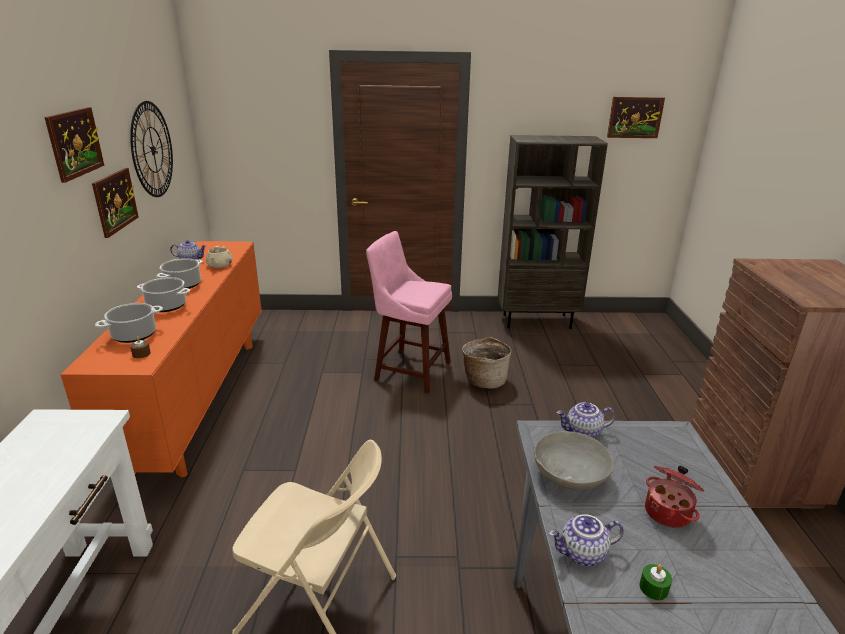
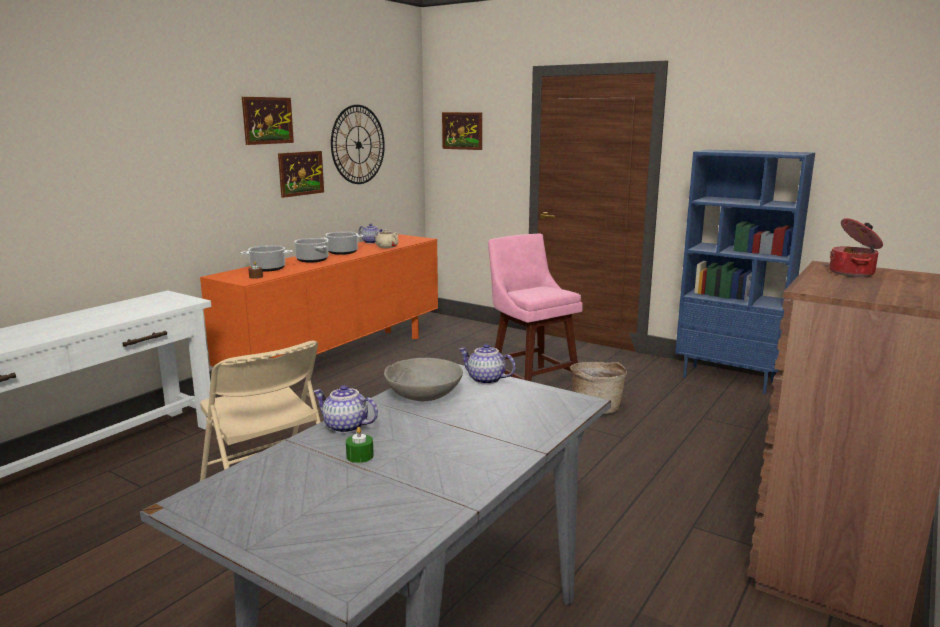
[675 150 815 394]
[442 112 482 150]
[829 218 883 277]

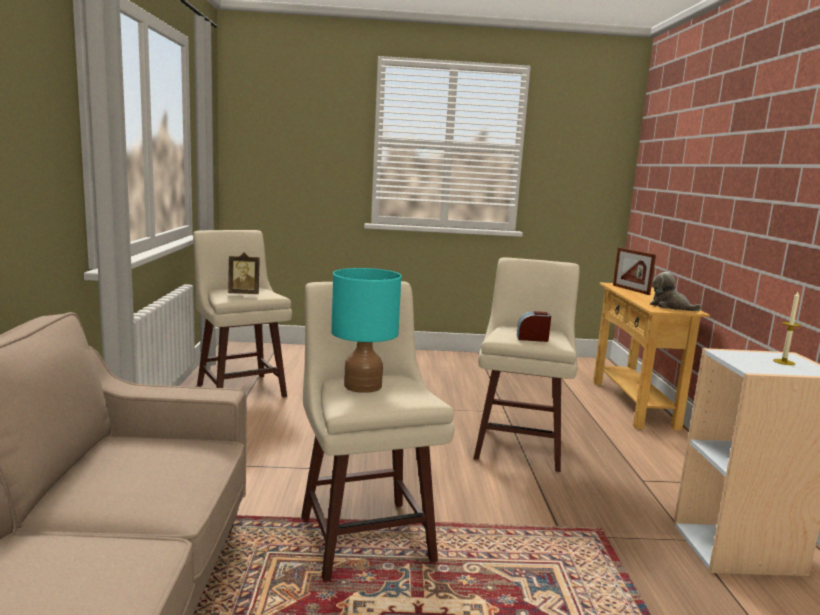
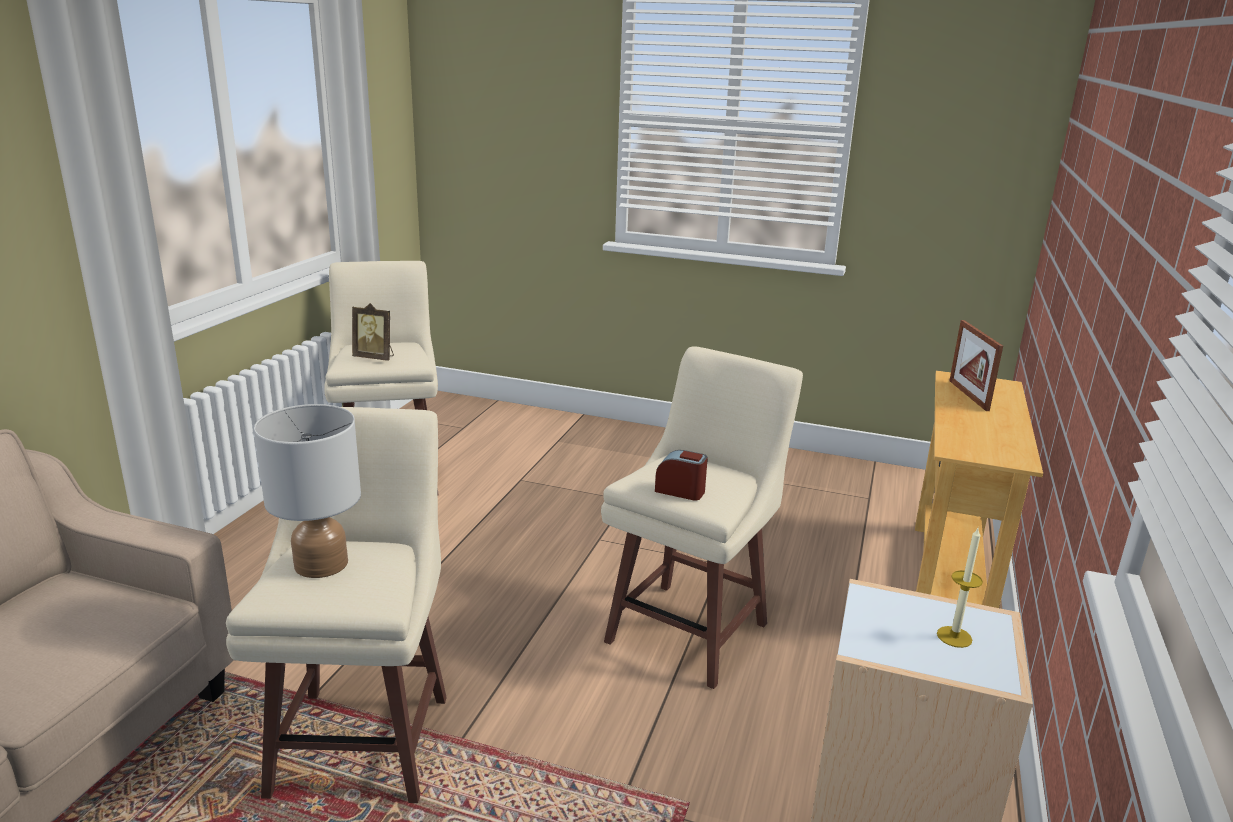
[254 404 361 578]
[650 272 702 311] (first image)

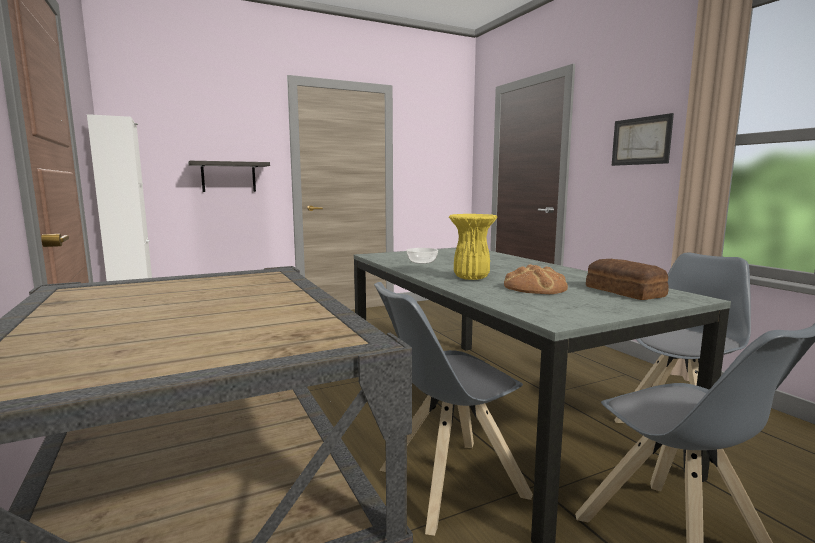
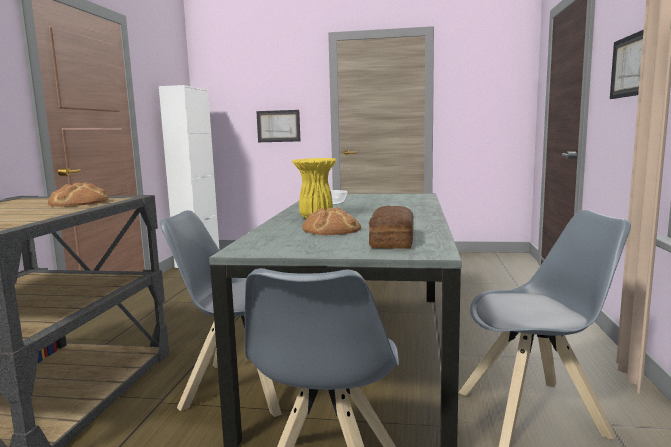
[256 110 300 142]
[48 182 109 207]

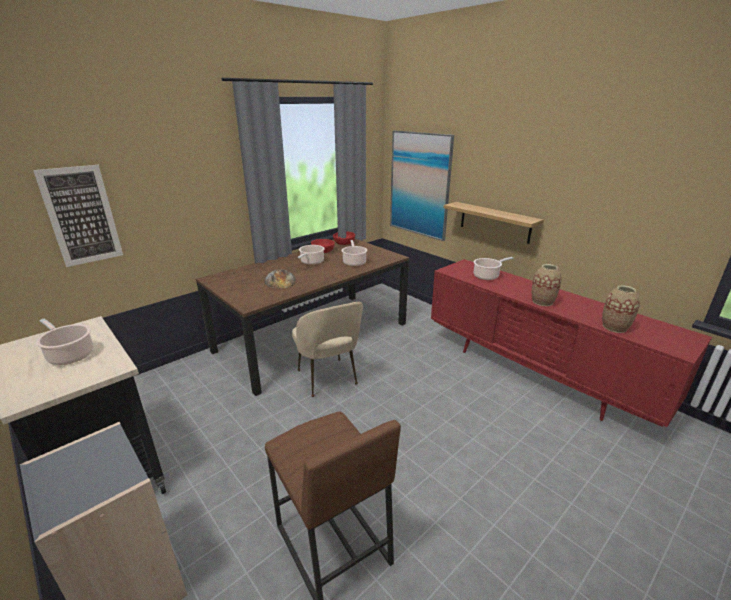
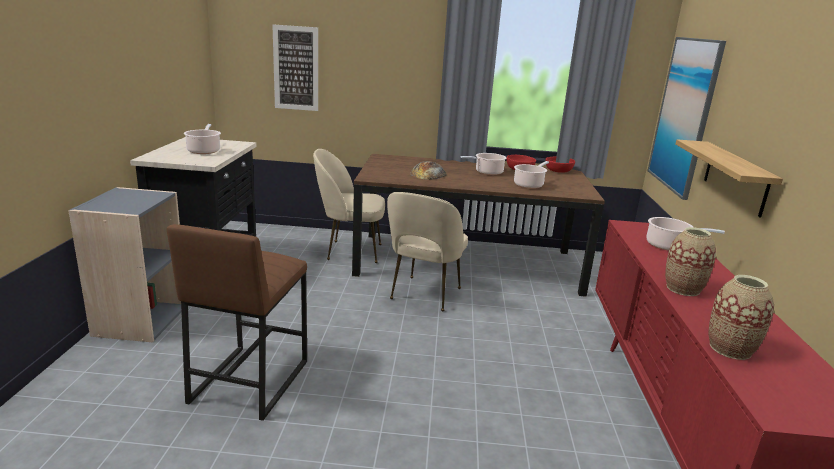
[313 149 385 263]

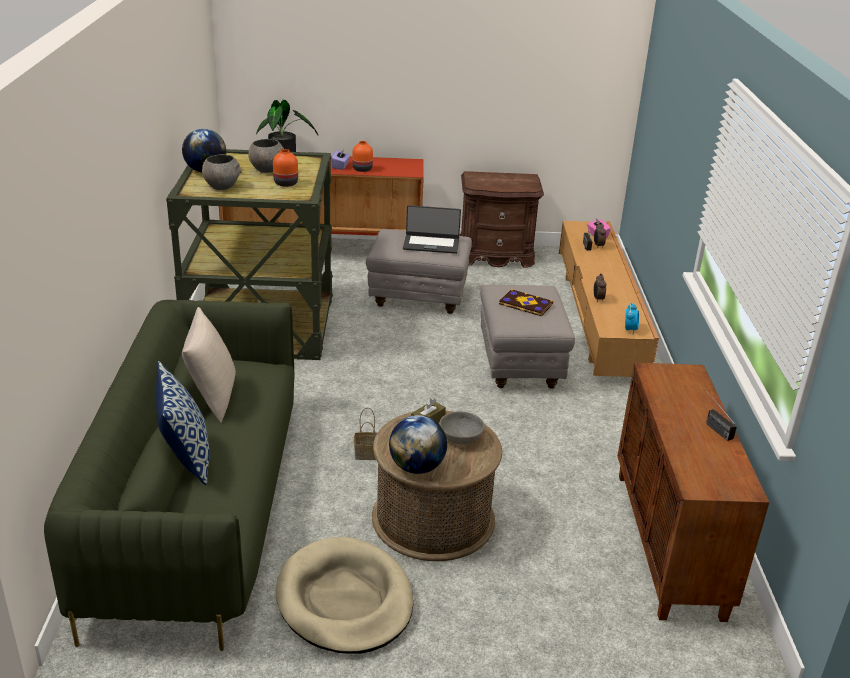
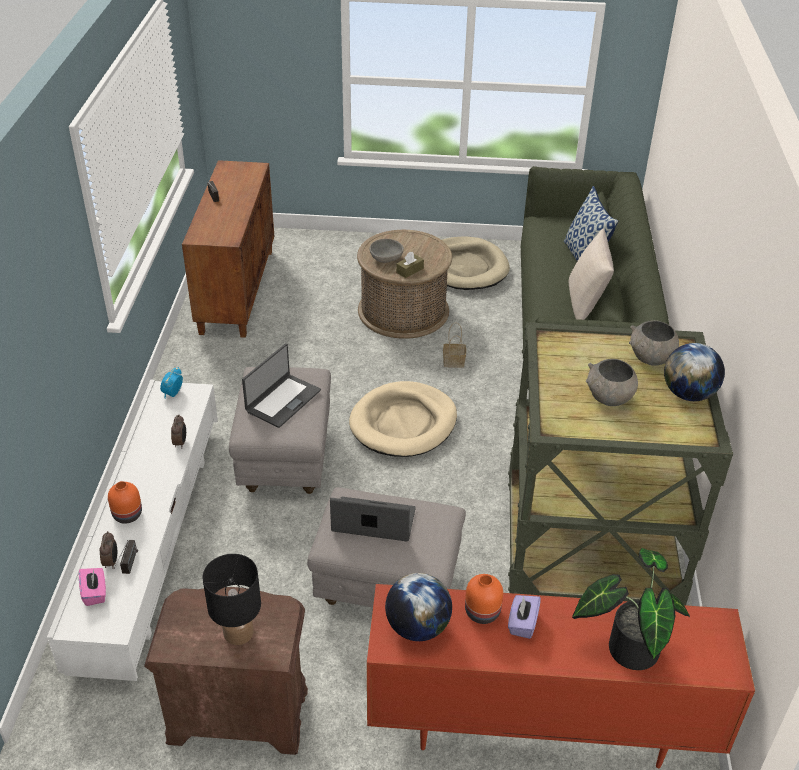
[108 481 142 524]
[385 573 452 641]
[242 343 321 428]
[47 379 218 681]
[202 554 261 645]
[349 381 457 457]

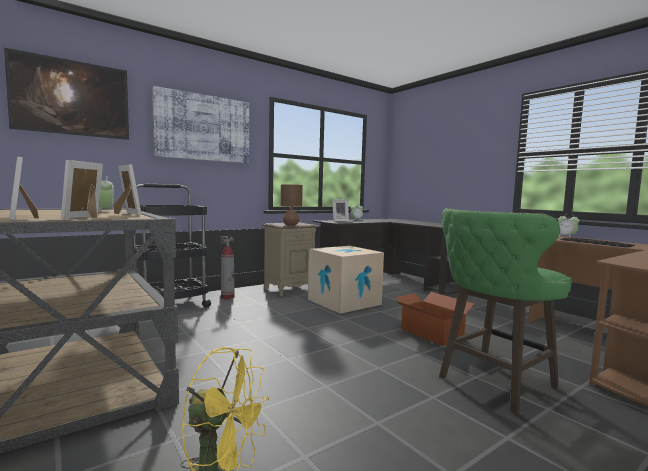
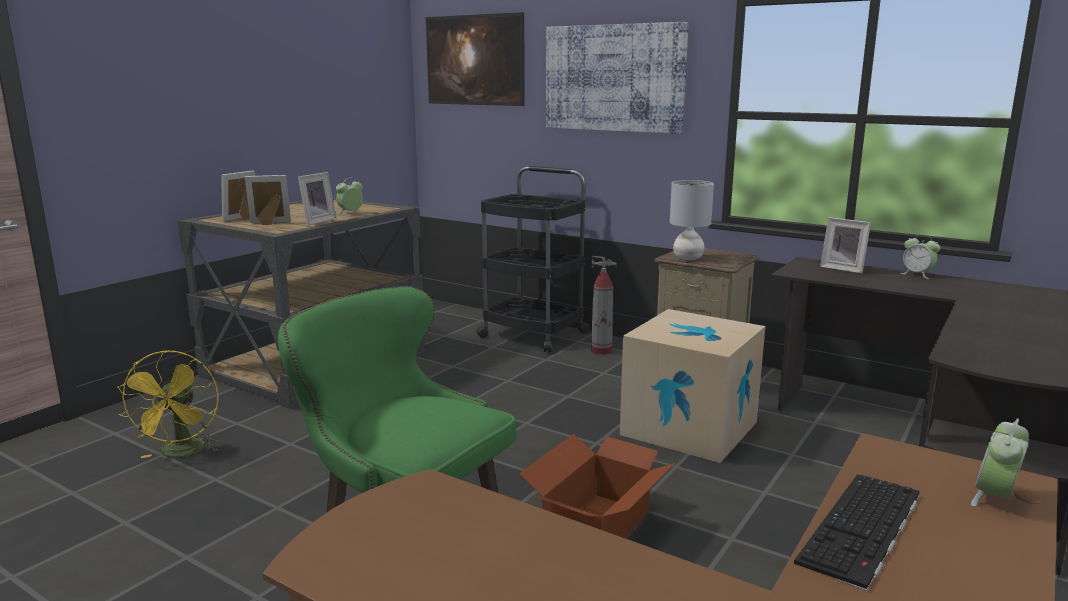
[670 180 714 260]

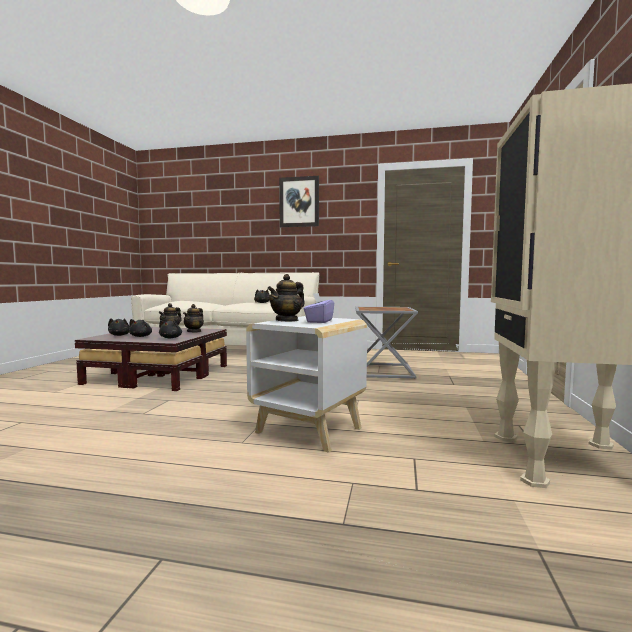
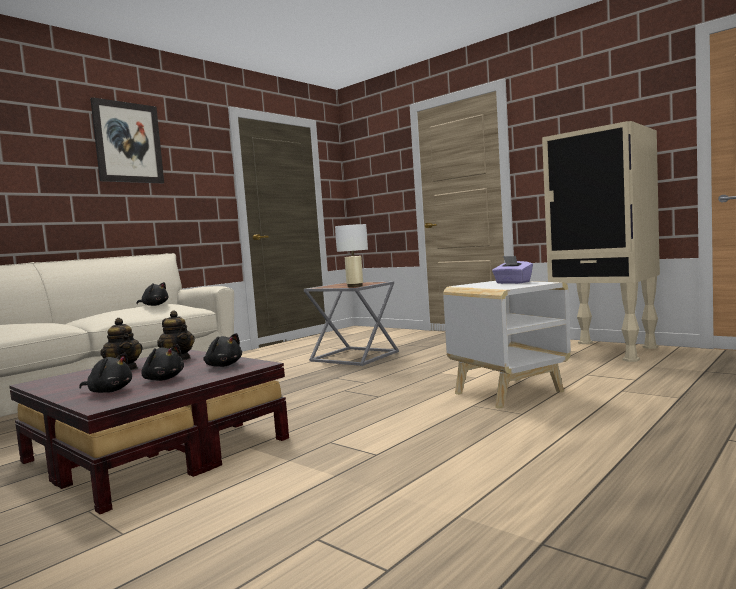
[267 274 305 322] (first image)
[335 224 368 287]

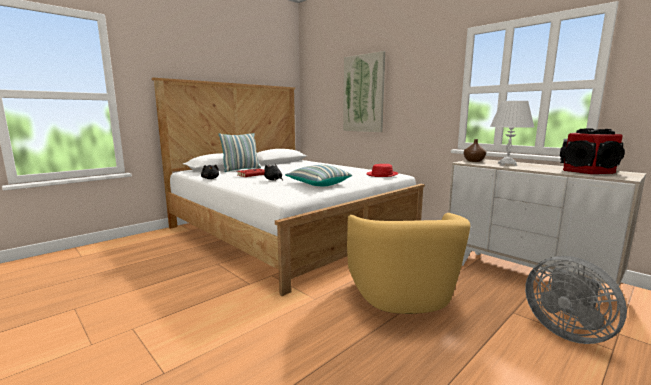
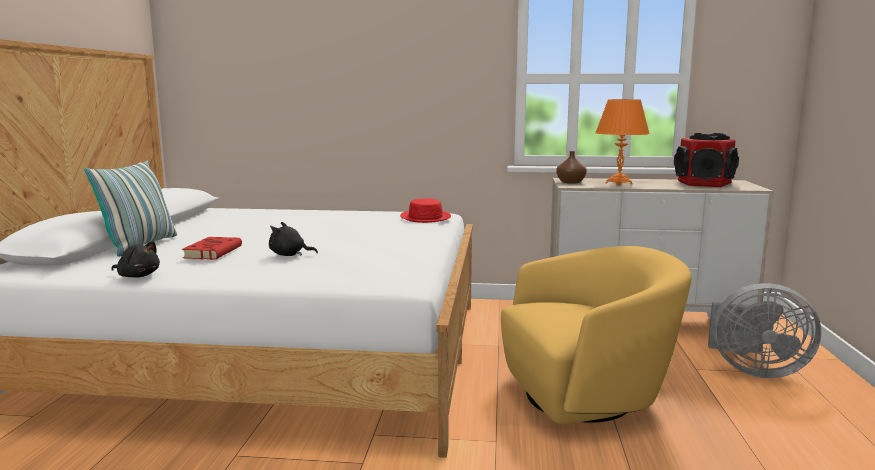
[285 165 352 186] (first image)
[343 51 385 132] (first image)
[501 246 692 424]
[595 99 650 186]

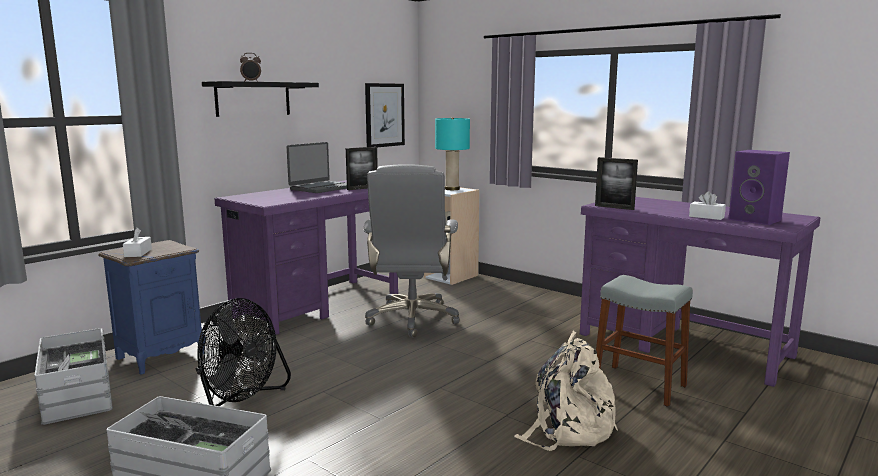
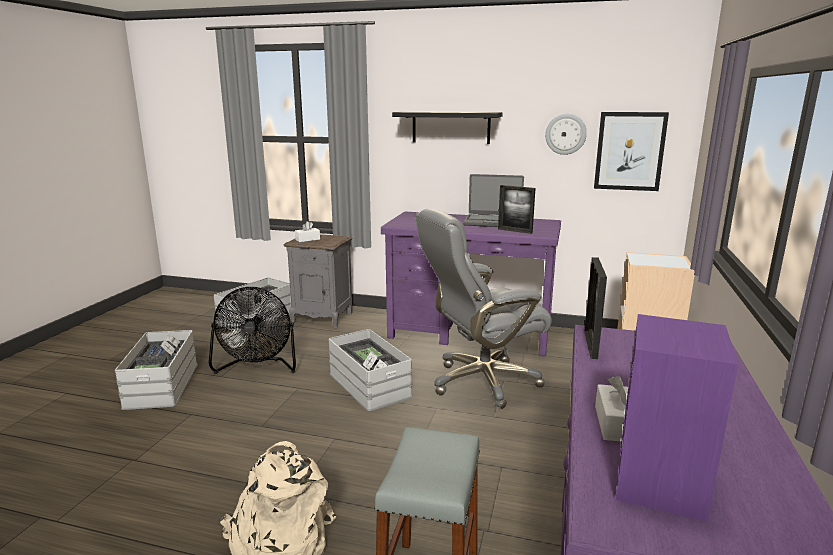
[283 234 353 328]
[240 53 261 82] (first image)
[435 118 470 190] (first image)
[329 329 412 411]
[545 114 587 155]

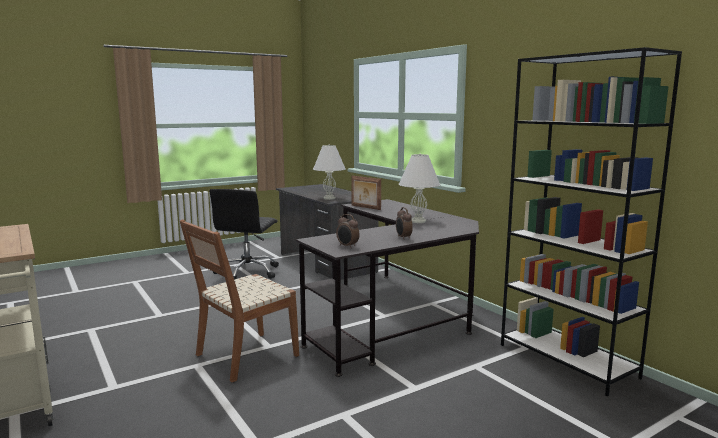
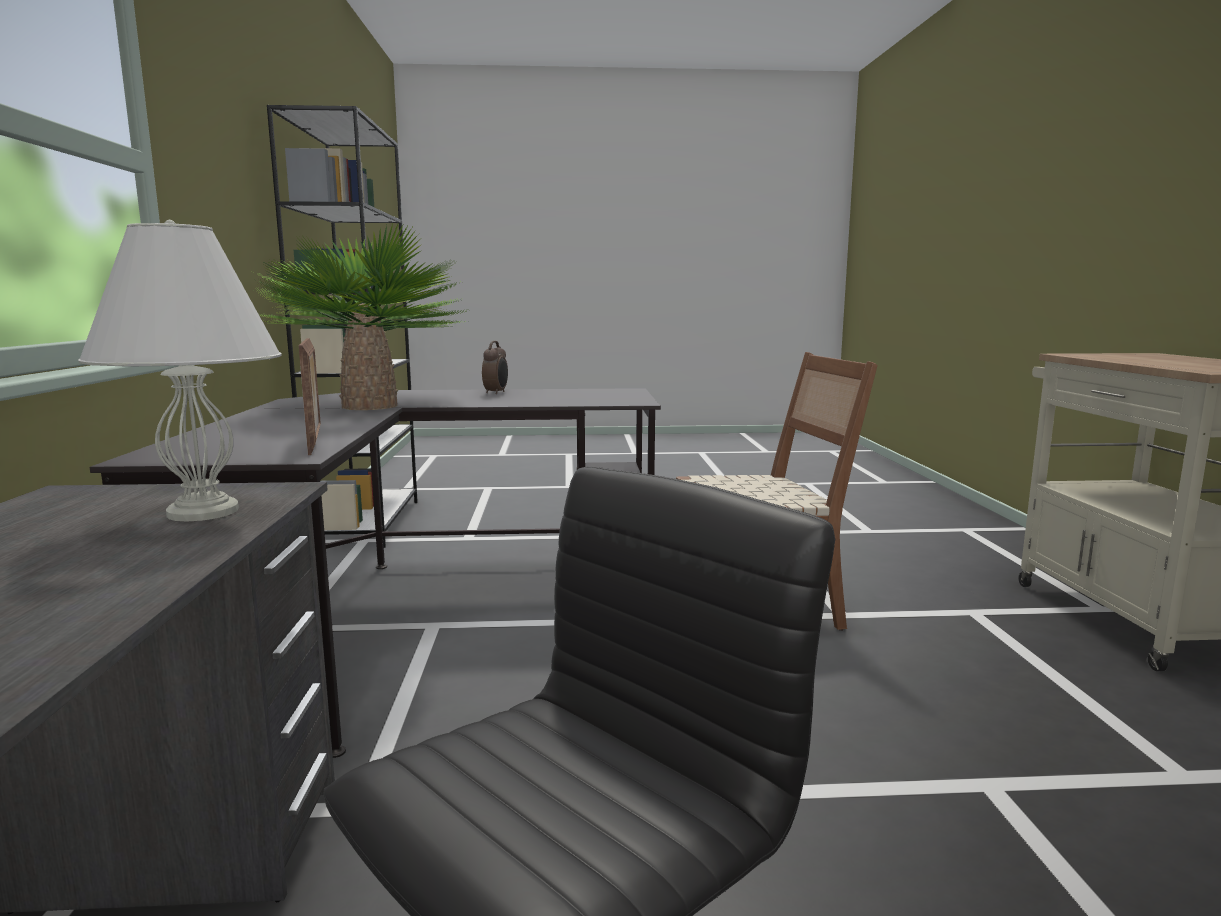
[336 214 360 248] (first image)
[255 222 467 410]

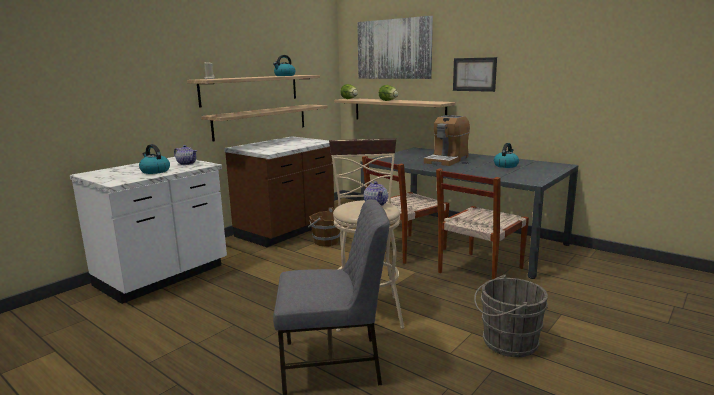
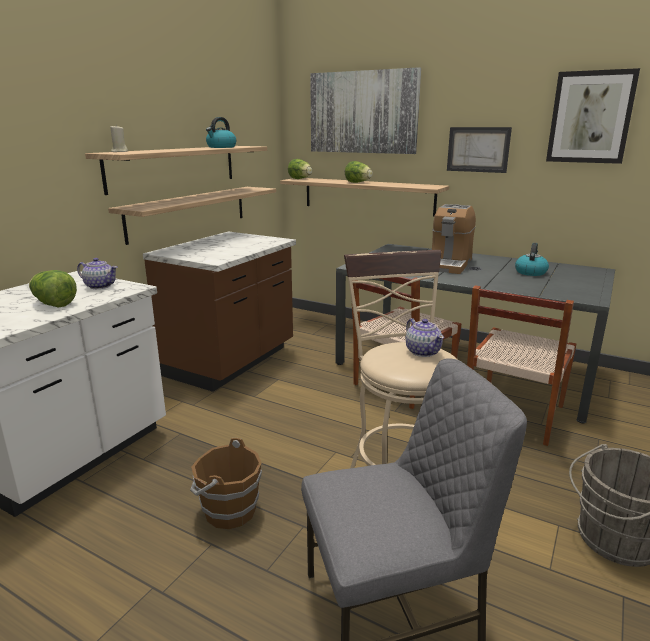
[29 270 77 308]
[190 437 262 529]
[546 68 640 164]

